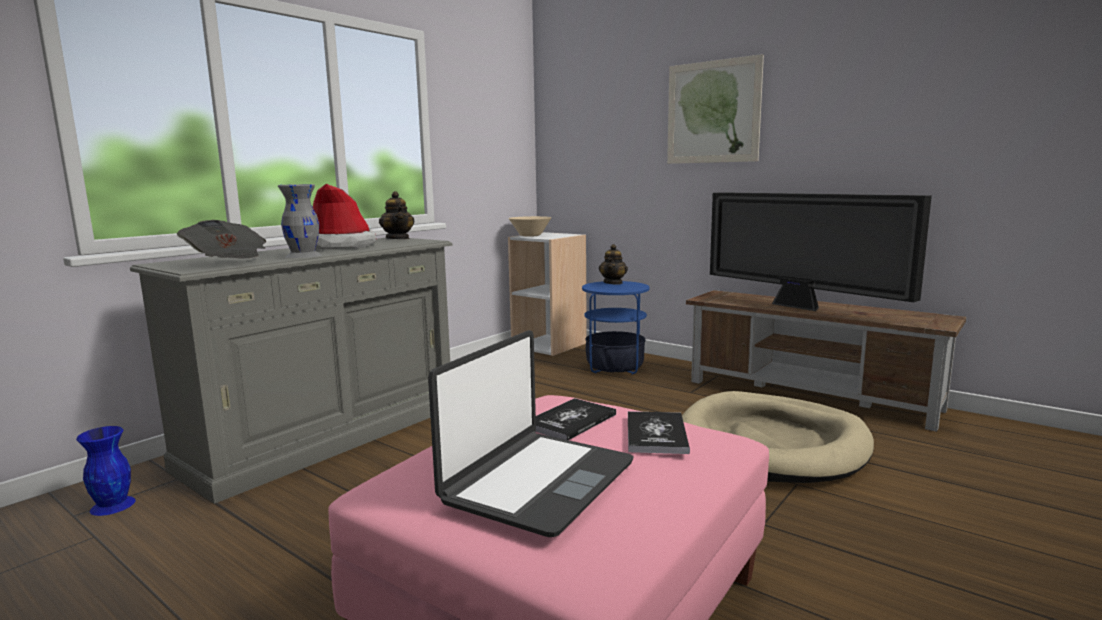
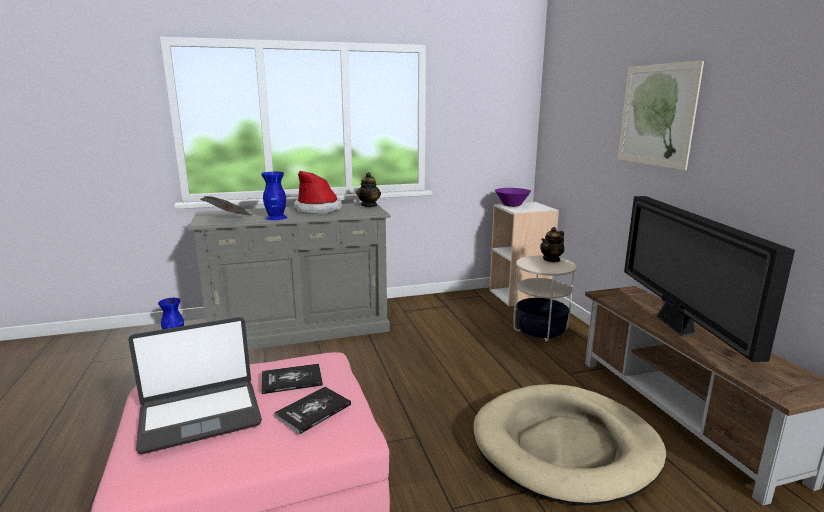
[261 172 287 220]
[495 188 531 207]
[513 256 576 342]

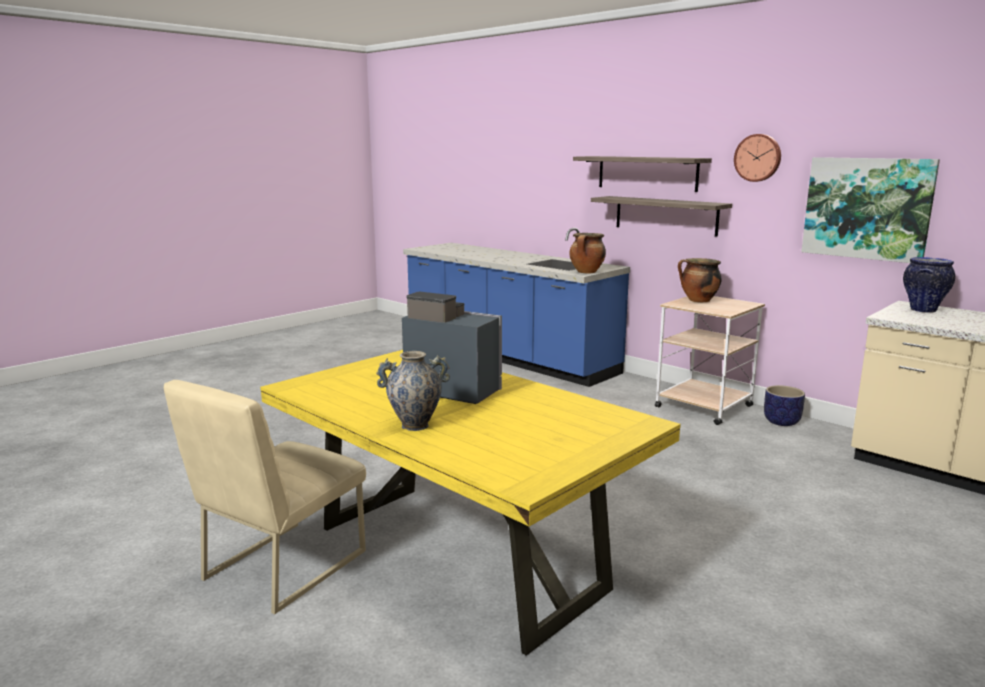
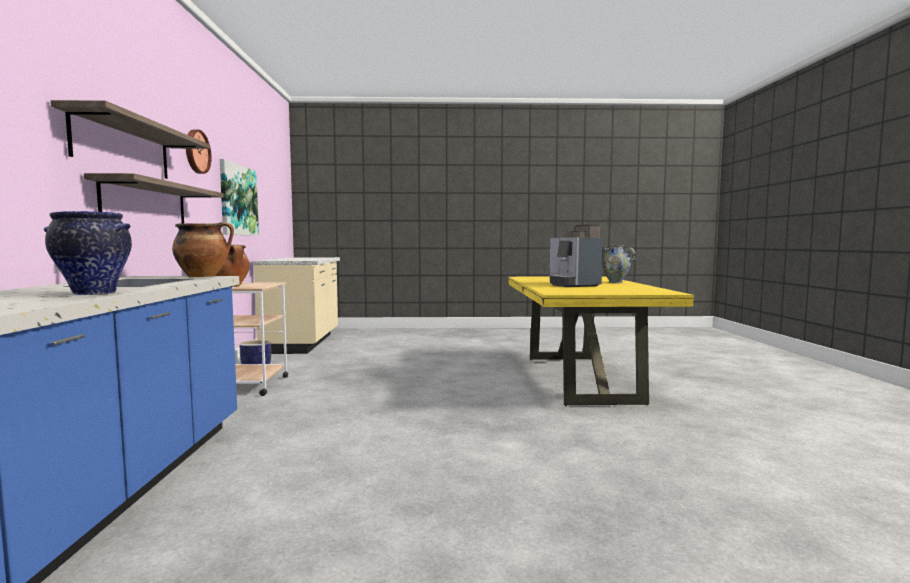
[164 380 366 614] (first image)
[44 211 132 295]

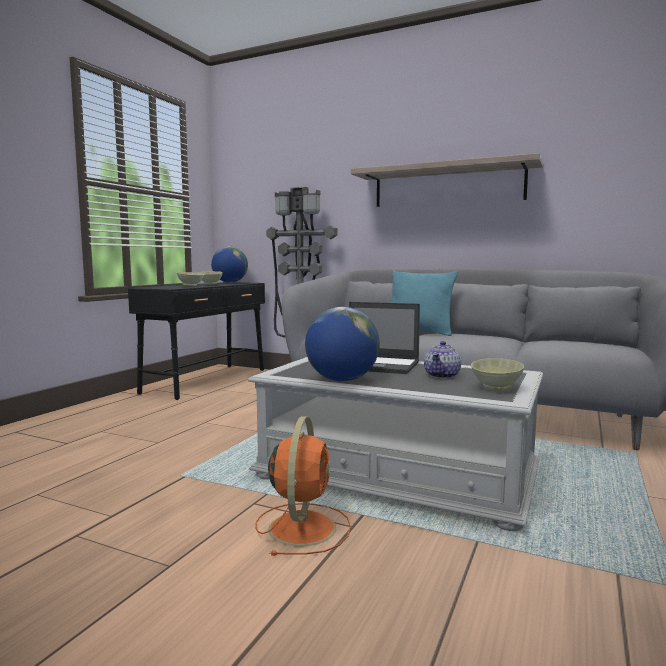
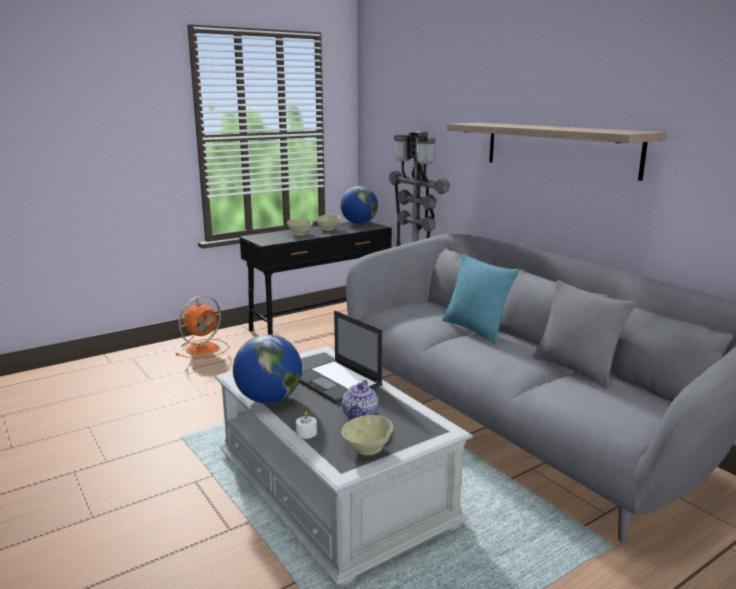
[176 295 229 359]
[342 380 378 419]
[296 411 317 439]
[533 280 636 388]

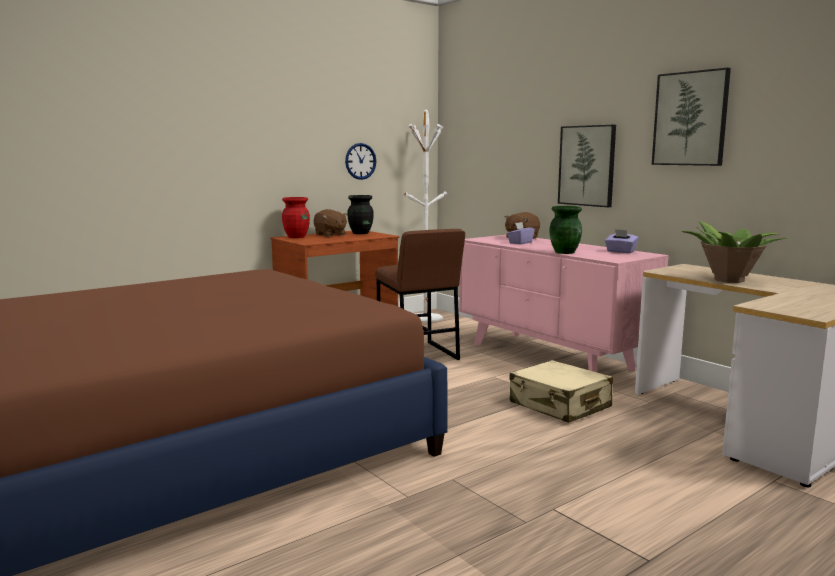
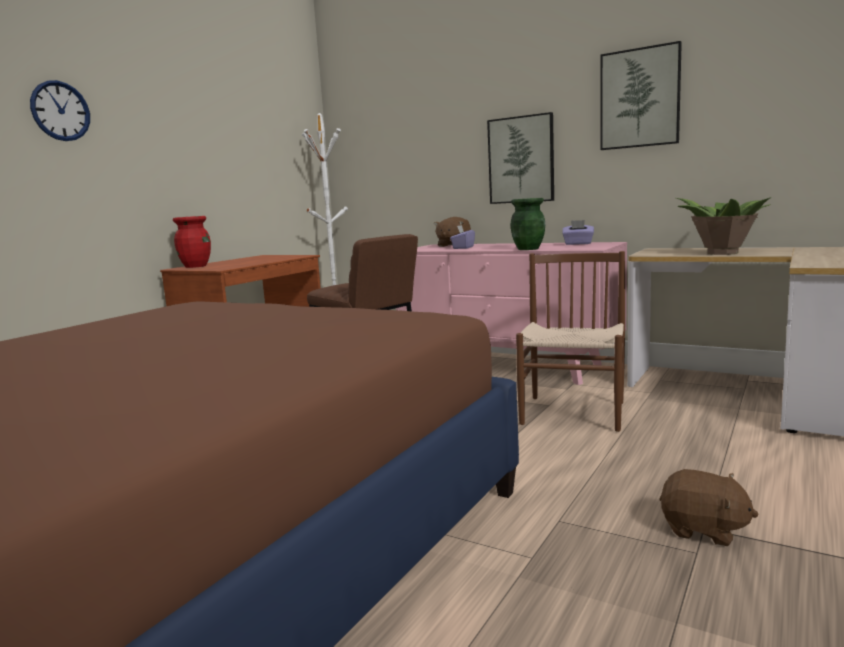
[659 469 759 546]
[30 80 90 141]
[347 195 374 234] (first image)
[516 251 625 432]

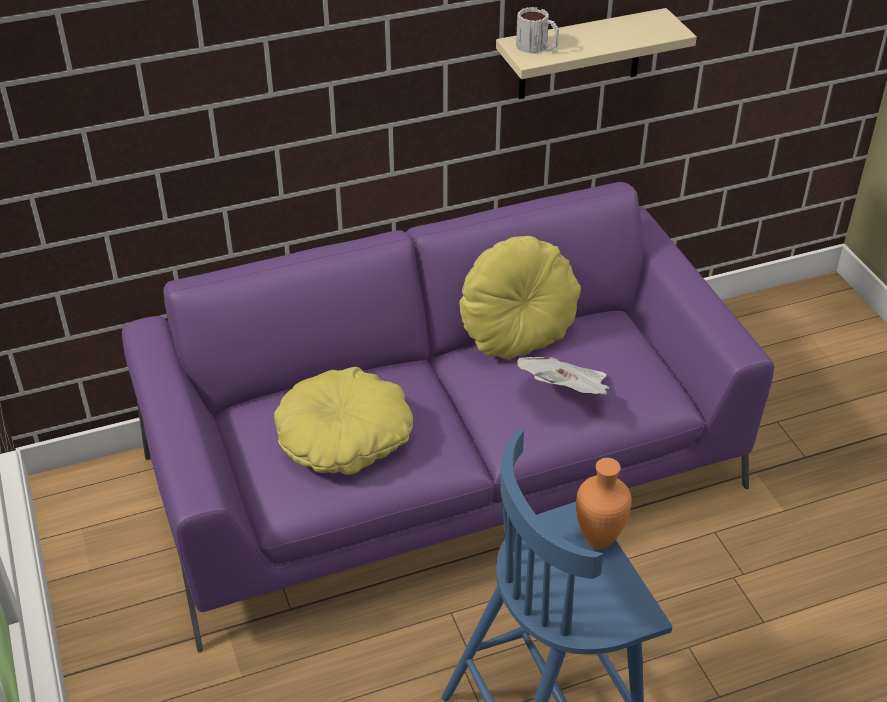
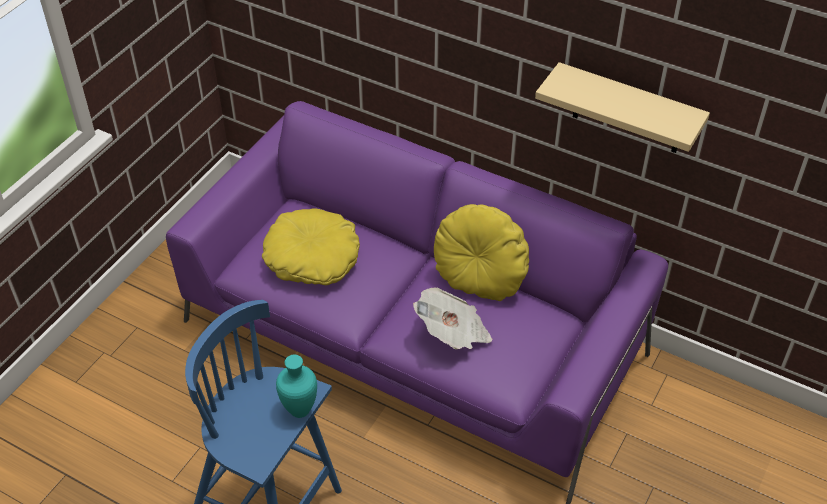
[516 7 559 53] (first image)
[276 355 317 418]

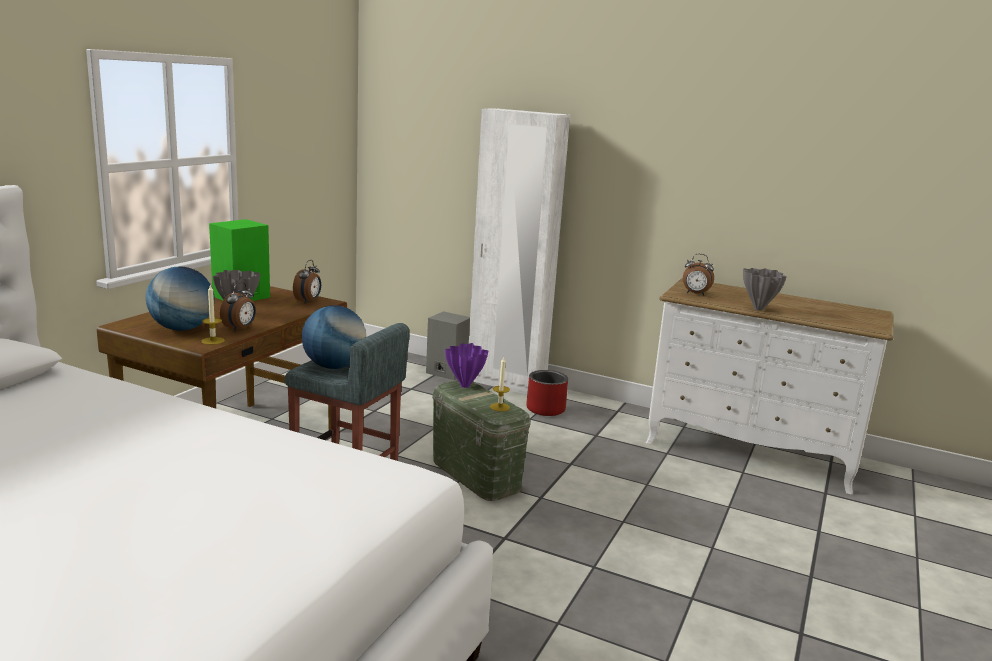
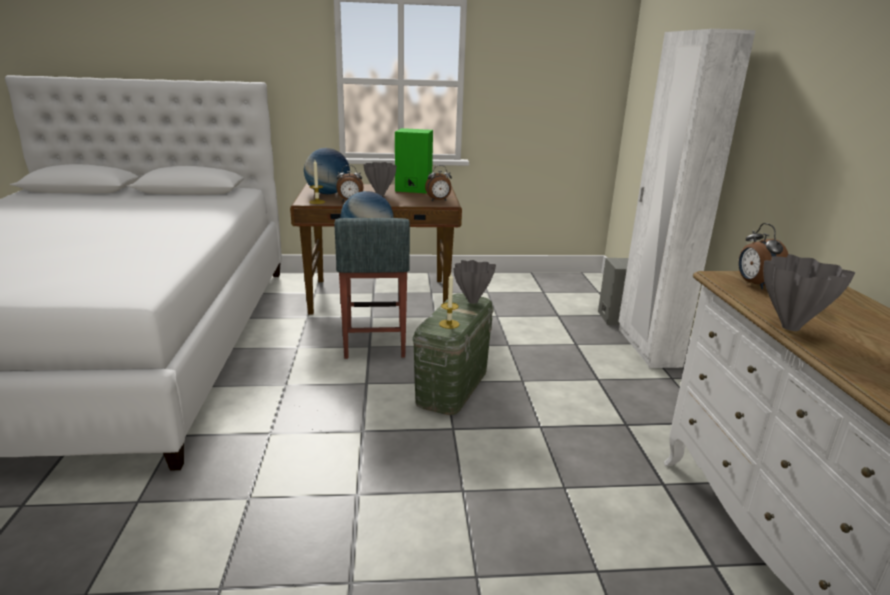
[453 260 496 304]
[526 370 568 416] (first image)

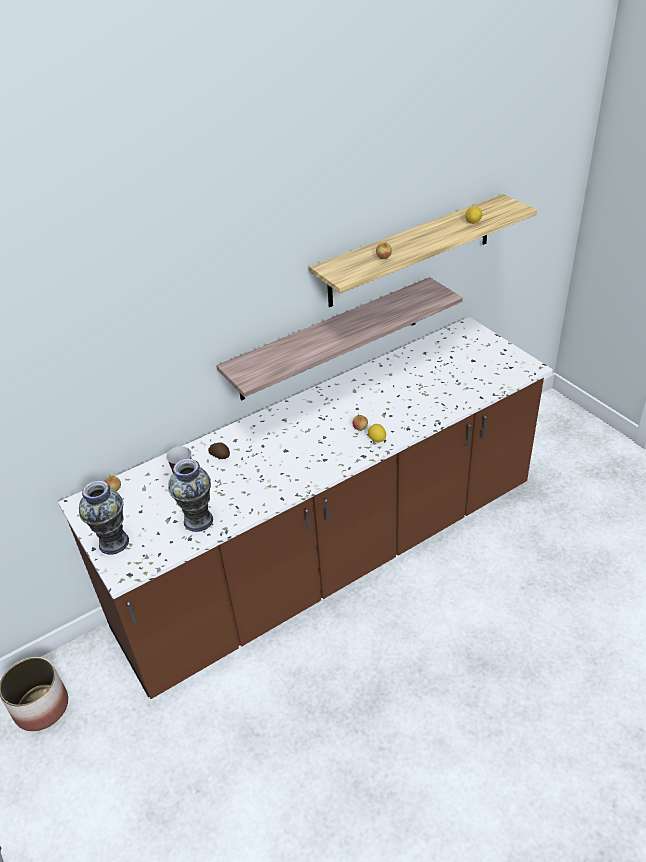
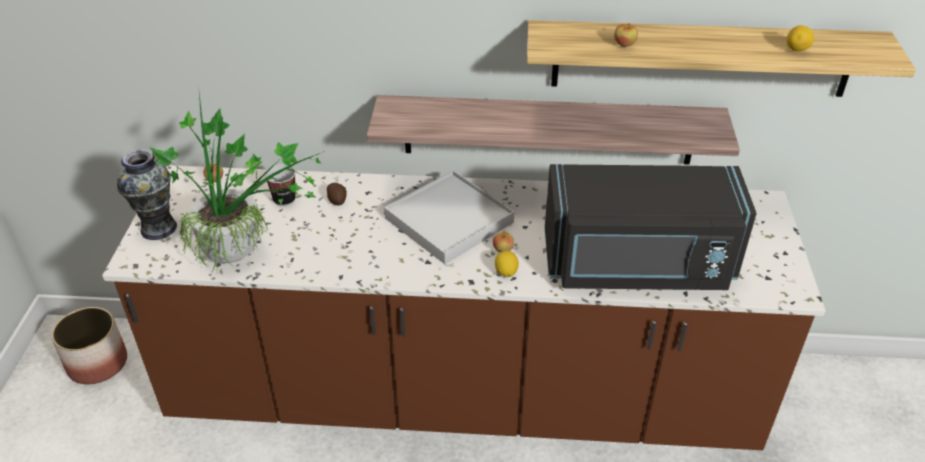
[150 93 325 272]
[384 171 514 264]
[545 164 757 290]

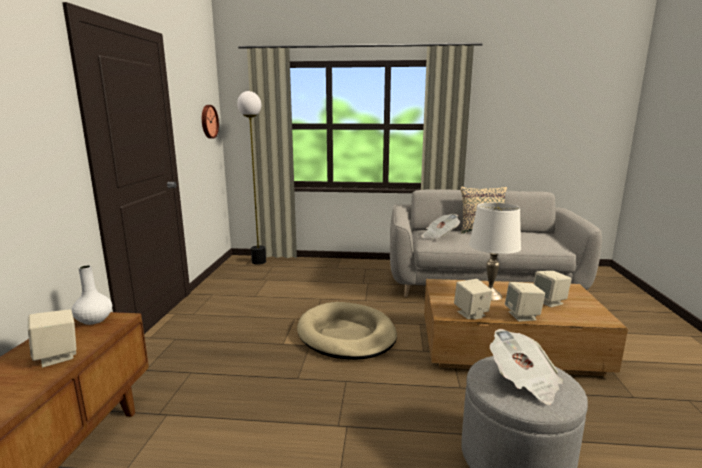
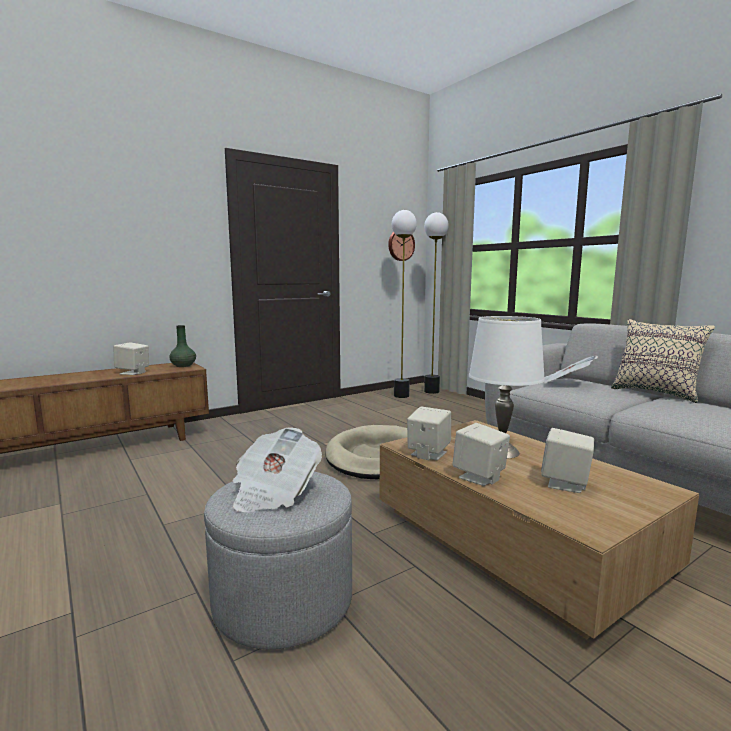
[169 325 196 367]
[392 210 417 398]

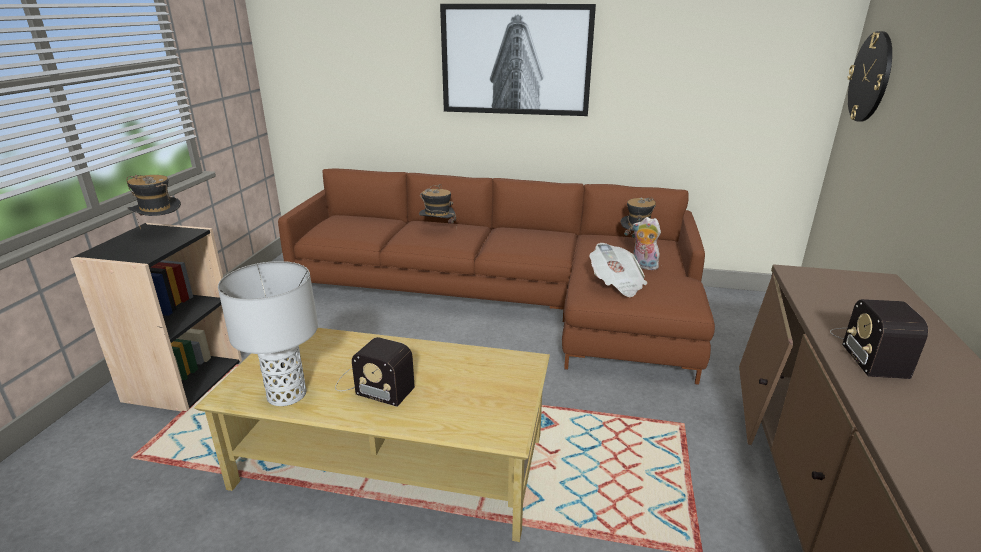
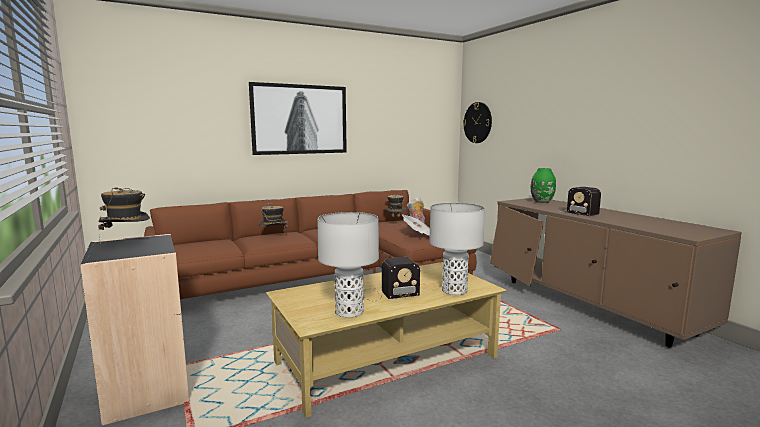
[429 203 485 295]
[531 168 556 203]

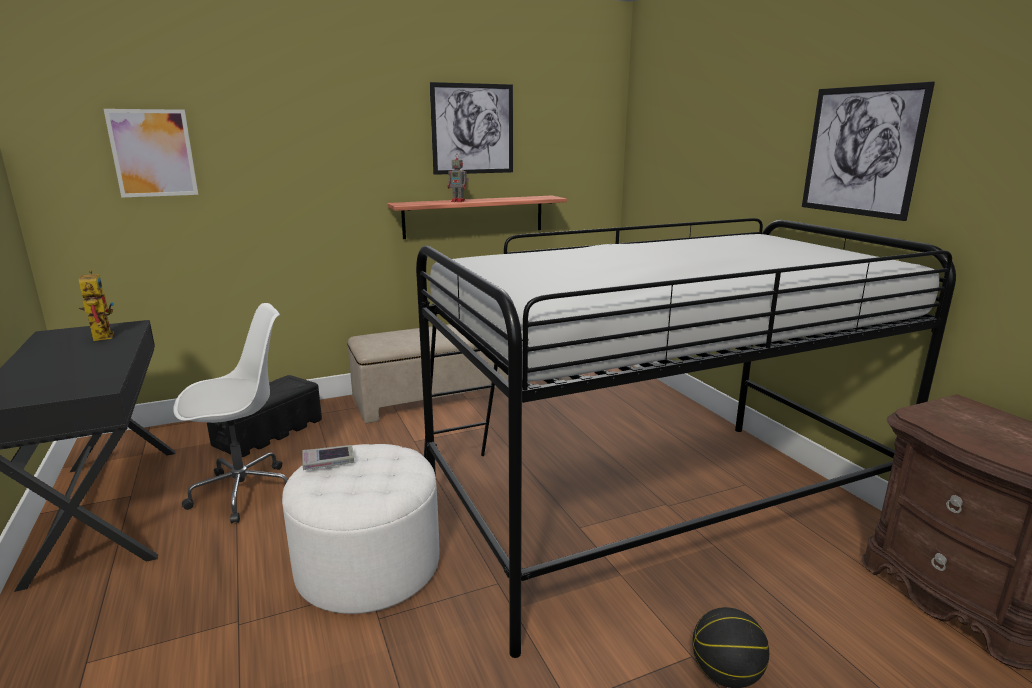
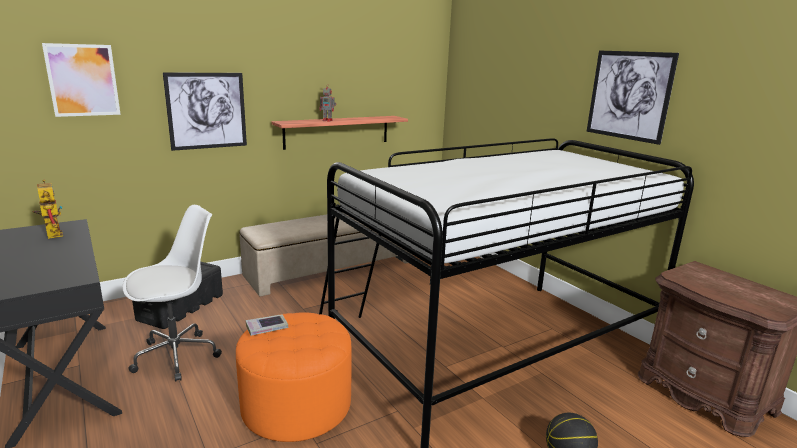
[236 312 352 442]
[163 72 247 151]

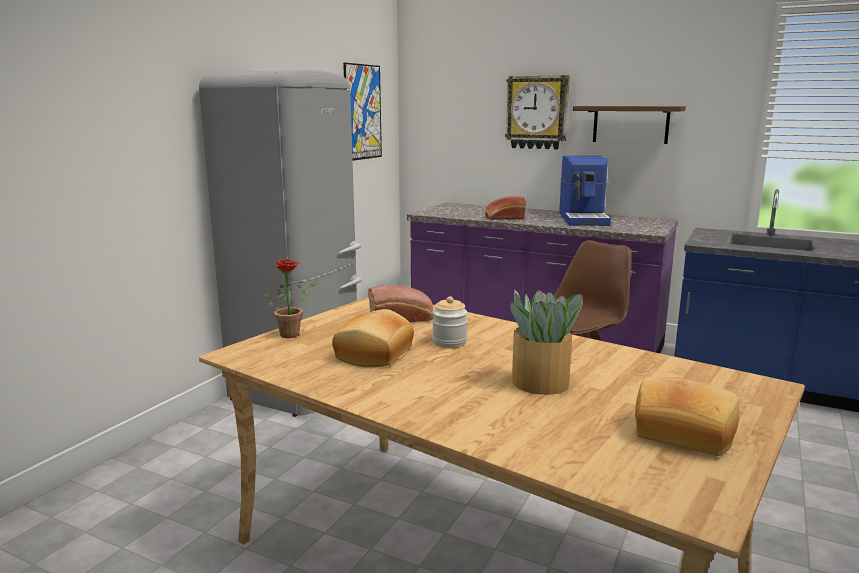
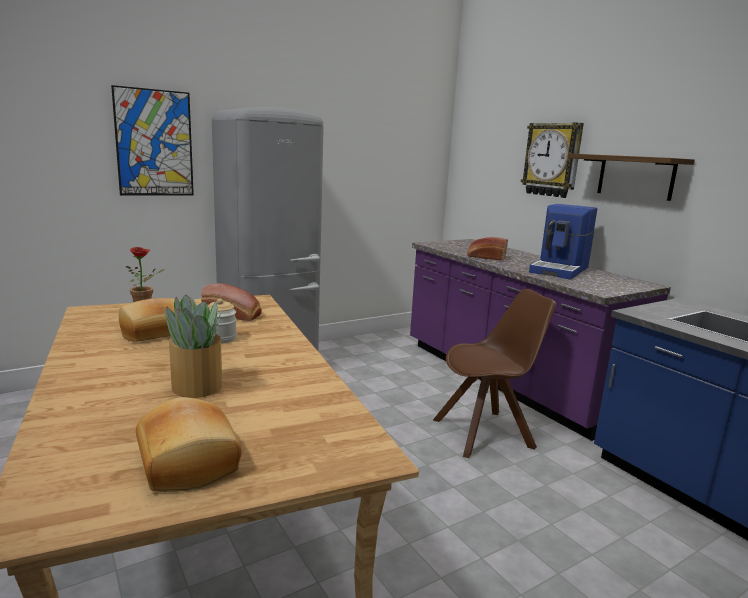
[111 85 194 196]

